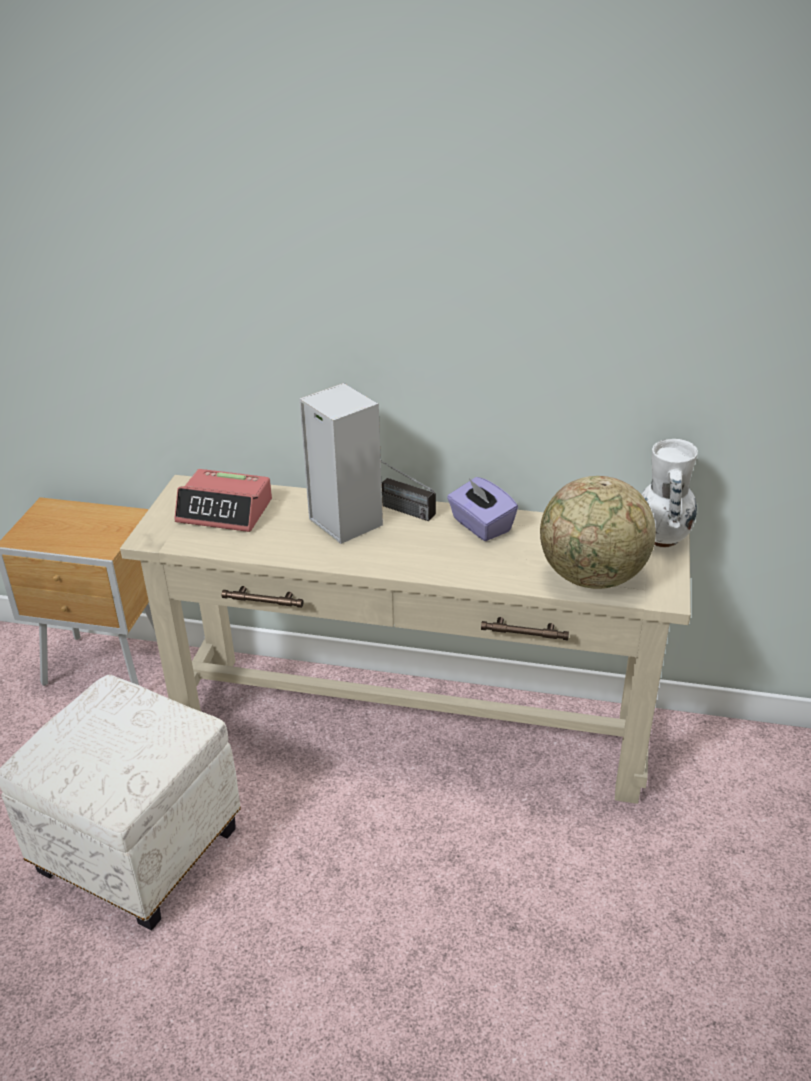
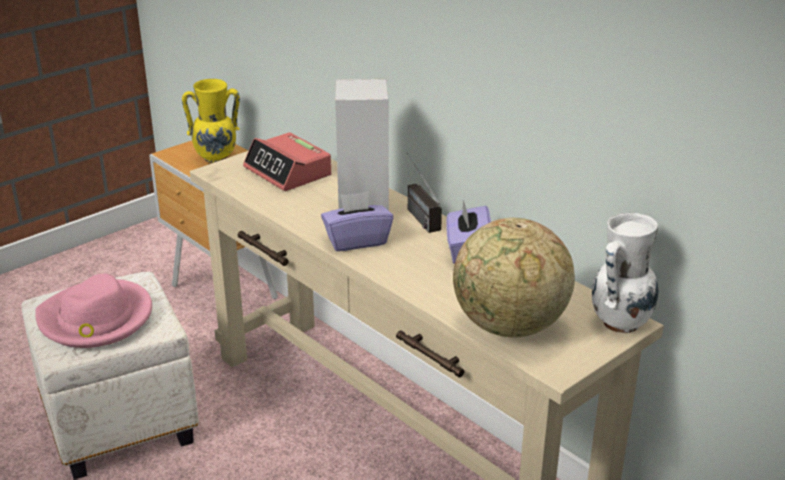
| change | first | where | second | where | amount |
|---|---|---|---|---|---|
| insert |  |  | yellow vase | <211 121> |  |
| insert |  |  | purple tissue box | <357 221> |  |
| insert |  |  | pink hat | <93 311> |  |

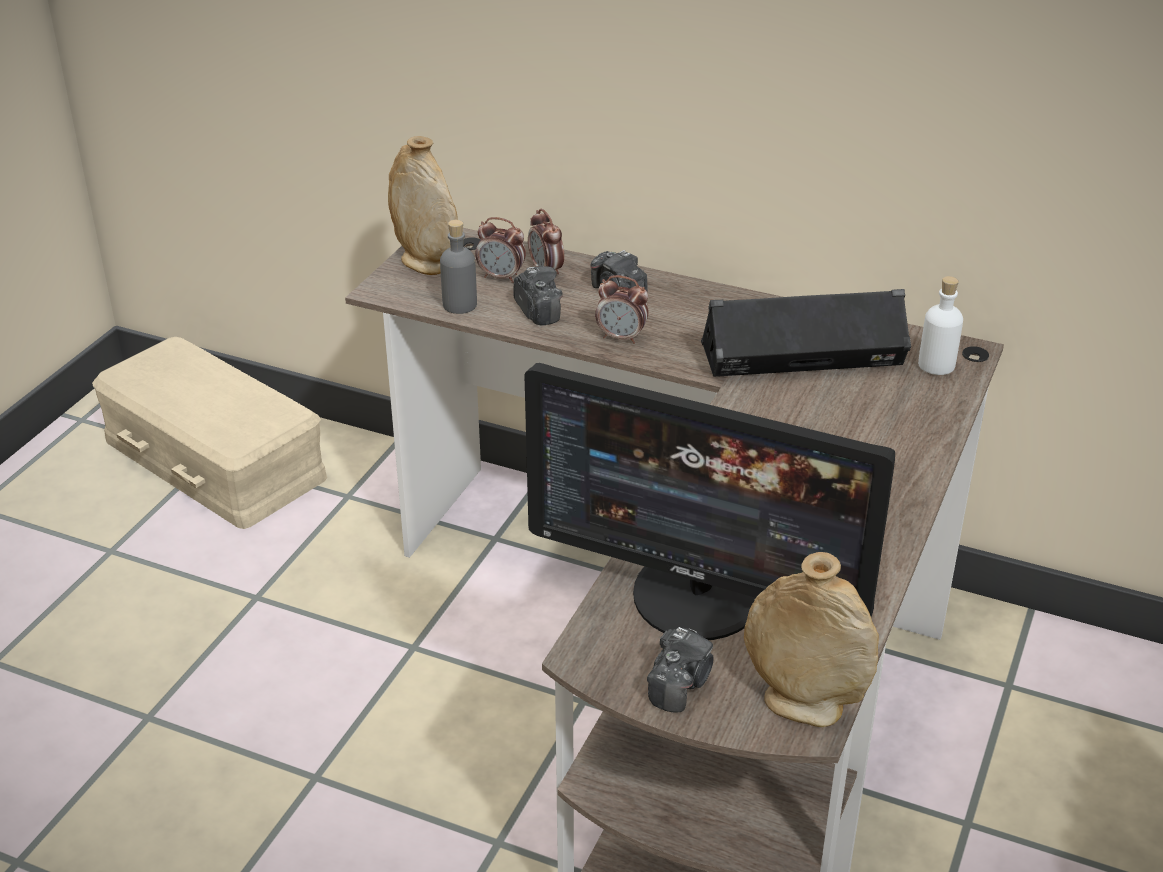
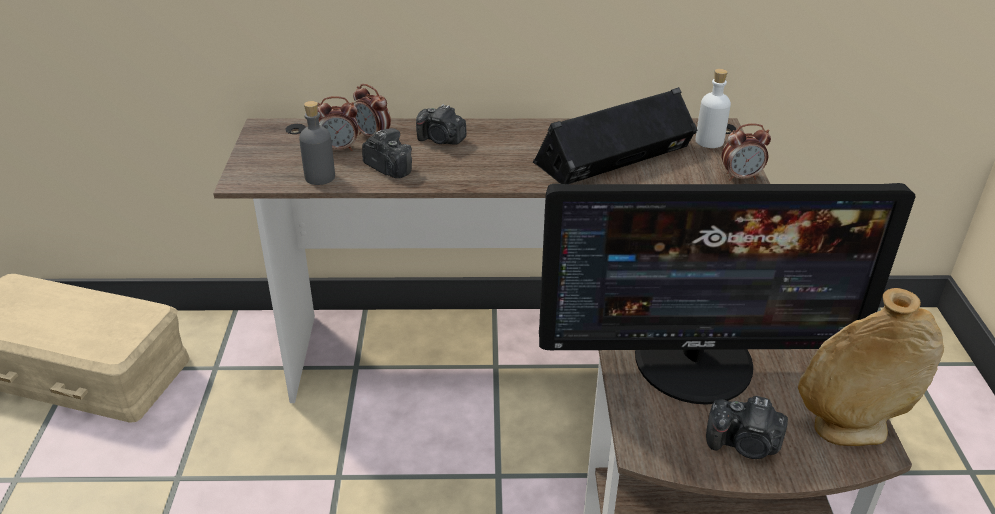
| change | first | where | second | where | amount |
|---|---|---|---|---|---|
| delete | beige vase | <422 205> |  |  |  |
| move | alarm clock | <622 309> |  | <746 152> |  |
| rotate | photo camera | <680 670> |  | <747 427> | 105 degrees clockwise |

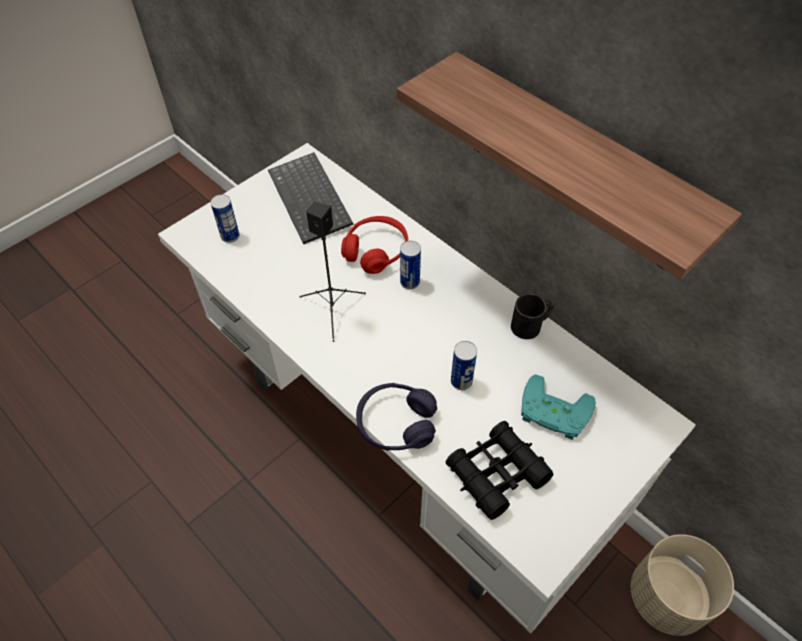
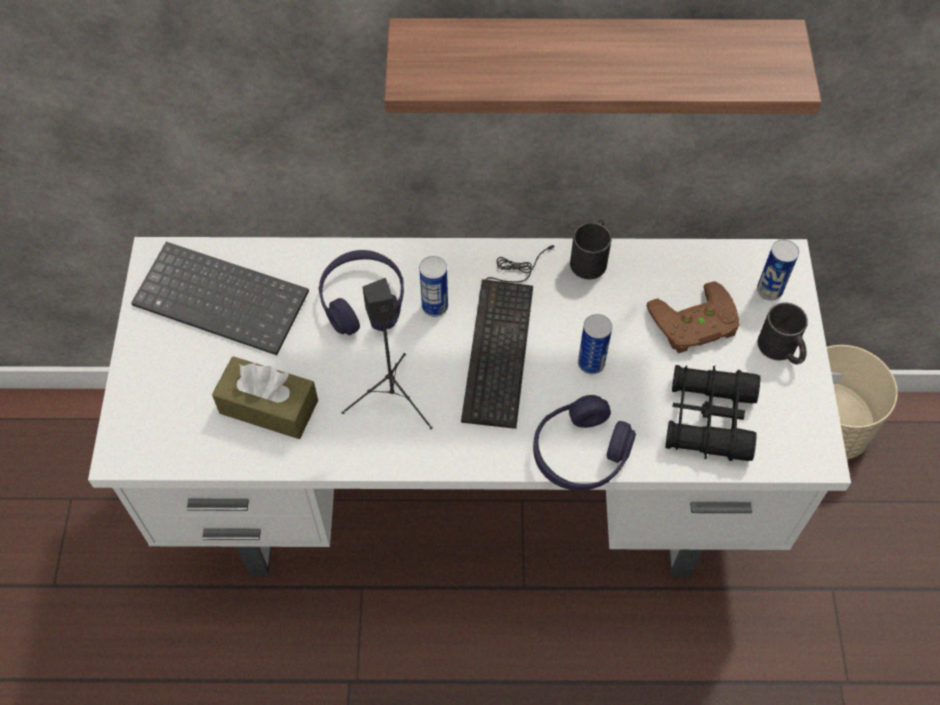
| change | first | where | second | where | amount |
|---|---|---|---|---|---|
| move | can | <225 218> |  | <778 269> |  |
| recolor | red headphones | <374 245> | purple headphones | <361 292> |  |
| recolor | turquoise game controller | <558 407> | brown game controller | <693 317> |  |
| insert |  |  | keyboard | <508 337> |  |
| insert |  |  | black mug | <782 333> |  |
| insert |  |  | brown tissue box | <265 397> |  |

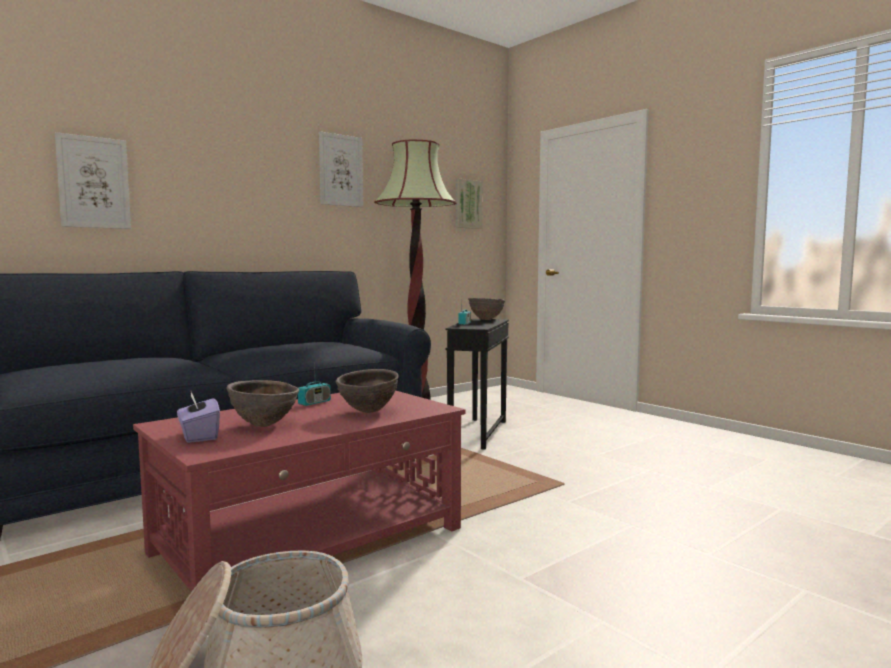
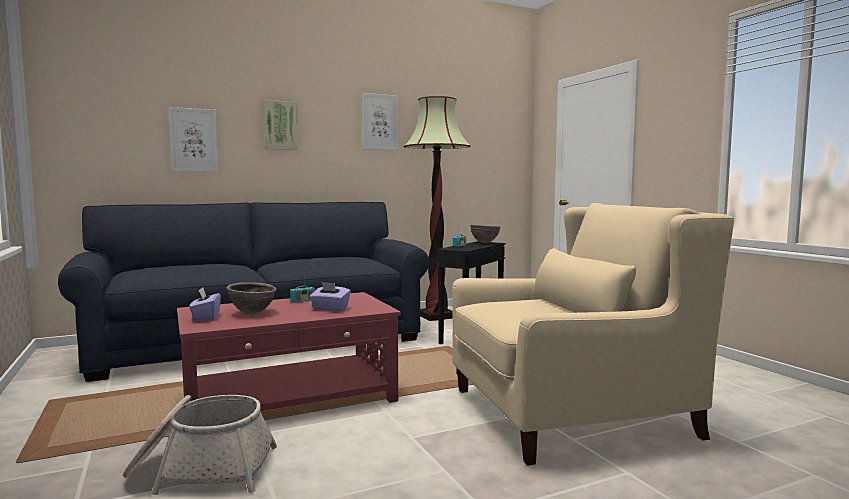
| change | first | where | second | where | amount |
|---|---|---|---|---|---|
| move | picture | <469 204> |  | <280 125> |  |
| replace | brown bowl | <367 391> | purple tissue box | <330 296> |  |
| insert |  |  | beige armchair | <593 334> |  |

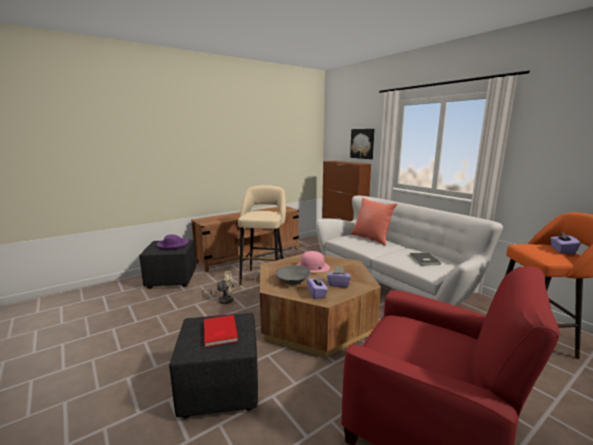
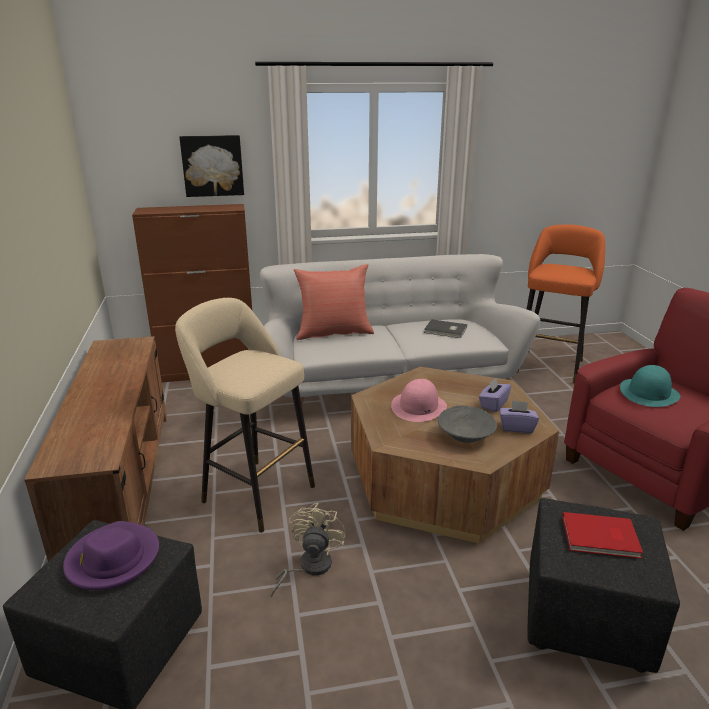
| change | first | where | second | where | amount |
|---|---|---|---|---|---|
| delete | purple tissue box | <565 242> |  |  |  |
| insert |  |  | turquoise hat | <650 386> |  |

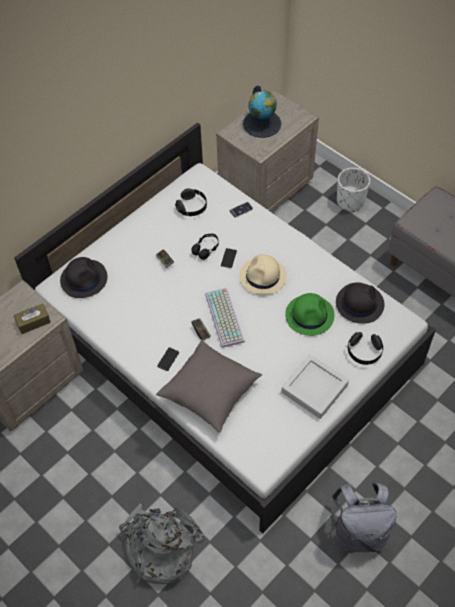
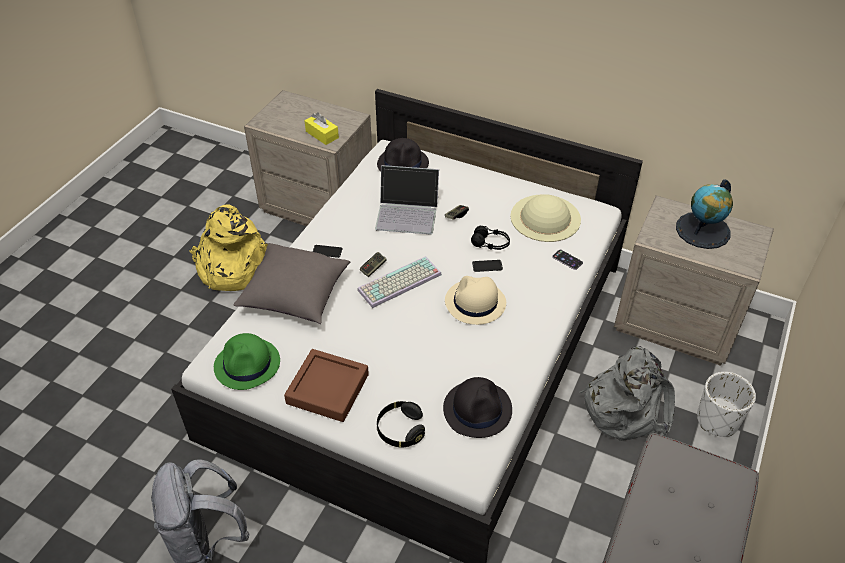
| change | first | where | second | where | amount |
|---|---|---|---|---|---|
| replace | black headphones | <191 202> | beige hat | <545 218> |  |
| move | green hat | <309 314> |  | <247 361> |  |
| recolor | brown tissue box | <32 319> | yellow tissue box | <321 128> |  |
| recolor | grey tray | <315 387> | brown tray | <326 385> |  |
| move | grey backpack | <161 543> |  | <627 393> |  |
| insert |  |  | laptop | <407 199> |  |
| insert |  |  | yellow backpack | <228 247> |  |

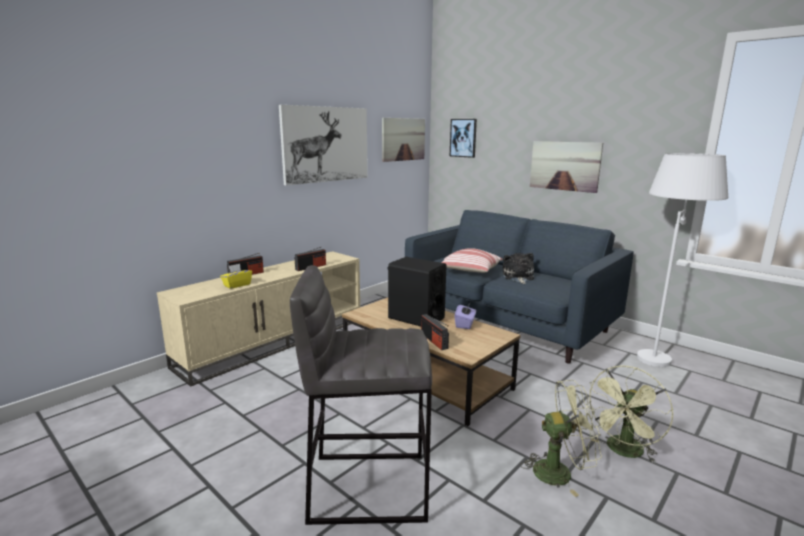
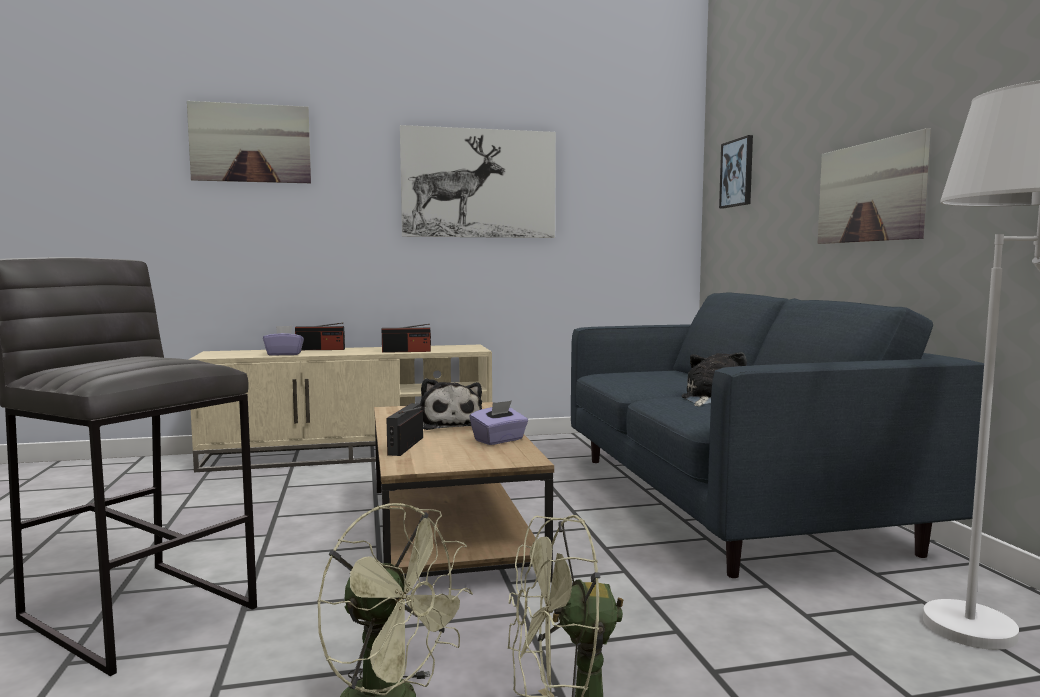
| change | first | where | second | where | amount |
|---|---|---|---|---|---|
| move | picture | <403 140> |  | <249 142> |  |
| delete | pillow | <472 260> |  |  |  |
| replace | black speaker | <417 291> | plush toy | <451 404> |  |
| recolor | yellow tissue box | <236 276> | purple tissue box | <283 341> |  |

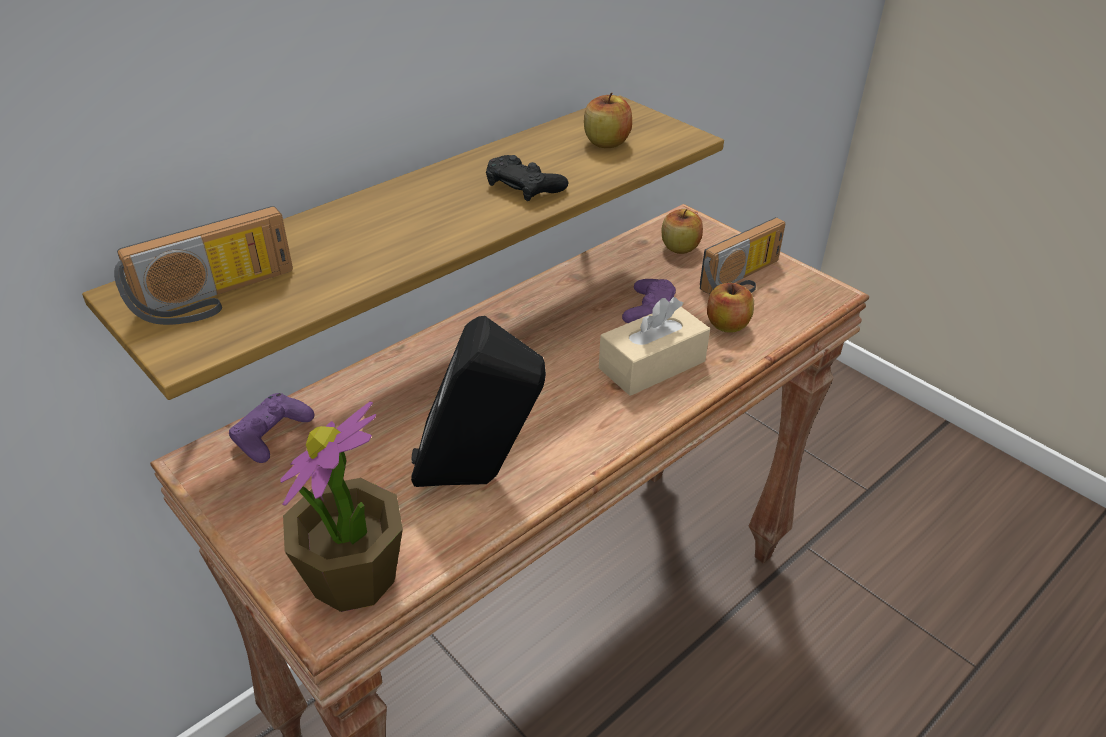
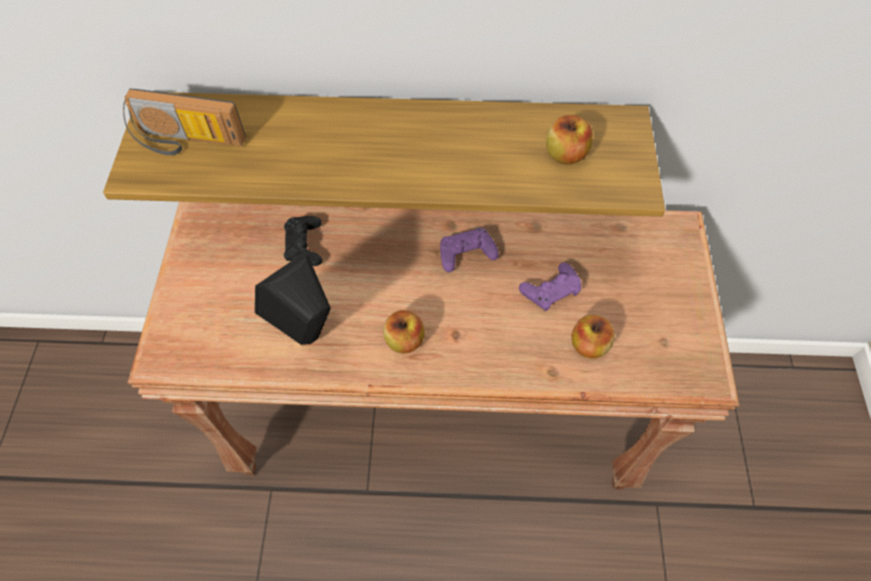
| change | first | where | second | where | amount |
|---|---|---|---|---|---|
| move | black game controller | <527 178> |  | <303 241> |  |
| move | apple | <682 231> |  | <404 331> |  |
| delete | radio | <743 255> |  |  |  |
| delete | beige tissue box | <654 346> |  |  |  |
| move | purple game controller | <271 428> |  | <469 250> |  |
| delete | potted plant | <342 506> |  |  |  |

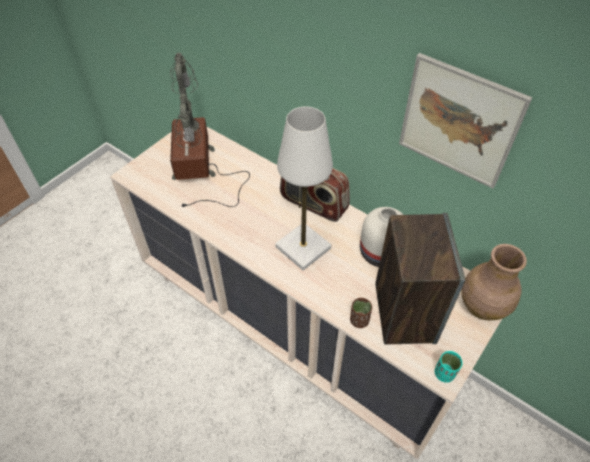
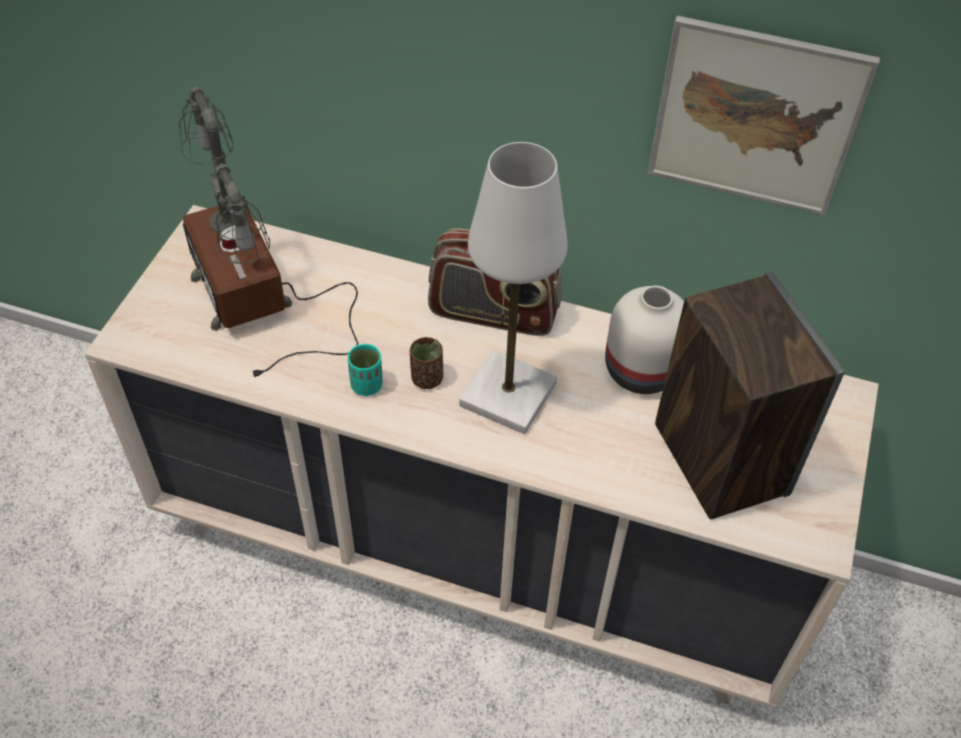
| change | first | where | second | where | amount |
|---|---|---|---|---|---|
| delete | brown vase | <494 282> |  |  |  |
| move | brown cup | <361 313> |  | <426 363> |  |
| move | turquoise cup | <449 367> |  | <365 370> |  |

